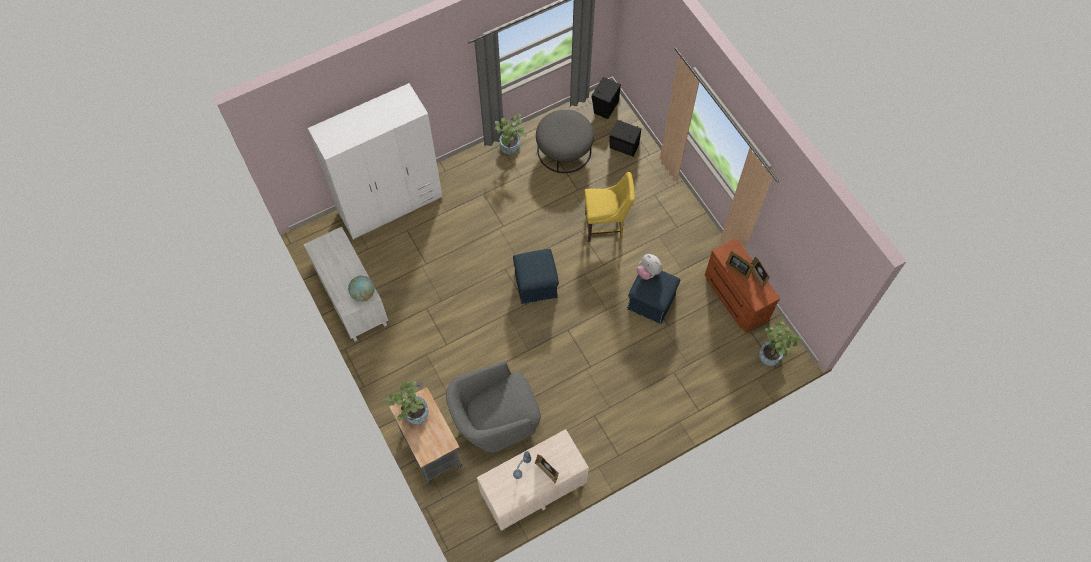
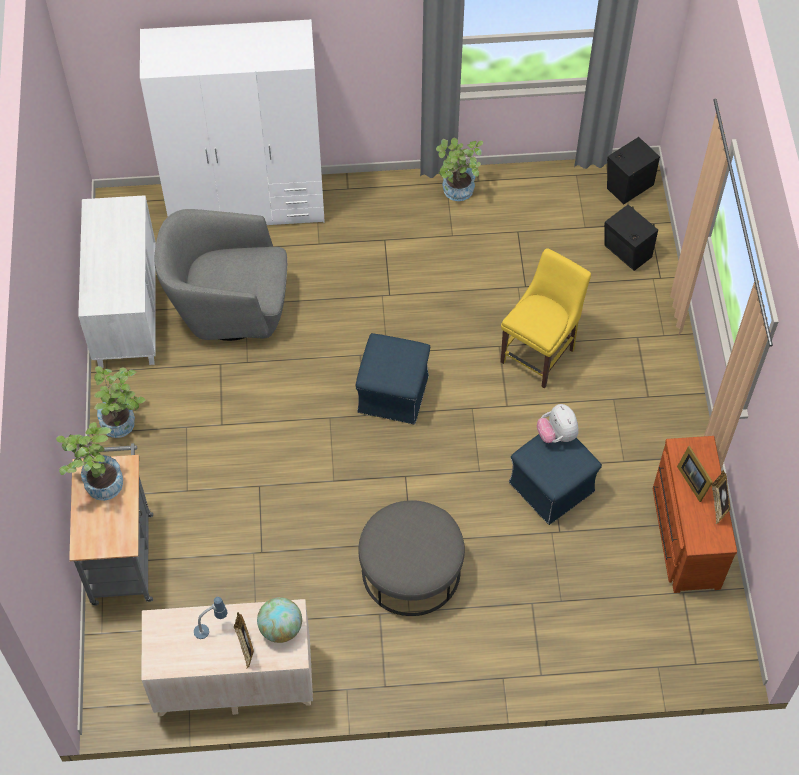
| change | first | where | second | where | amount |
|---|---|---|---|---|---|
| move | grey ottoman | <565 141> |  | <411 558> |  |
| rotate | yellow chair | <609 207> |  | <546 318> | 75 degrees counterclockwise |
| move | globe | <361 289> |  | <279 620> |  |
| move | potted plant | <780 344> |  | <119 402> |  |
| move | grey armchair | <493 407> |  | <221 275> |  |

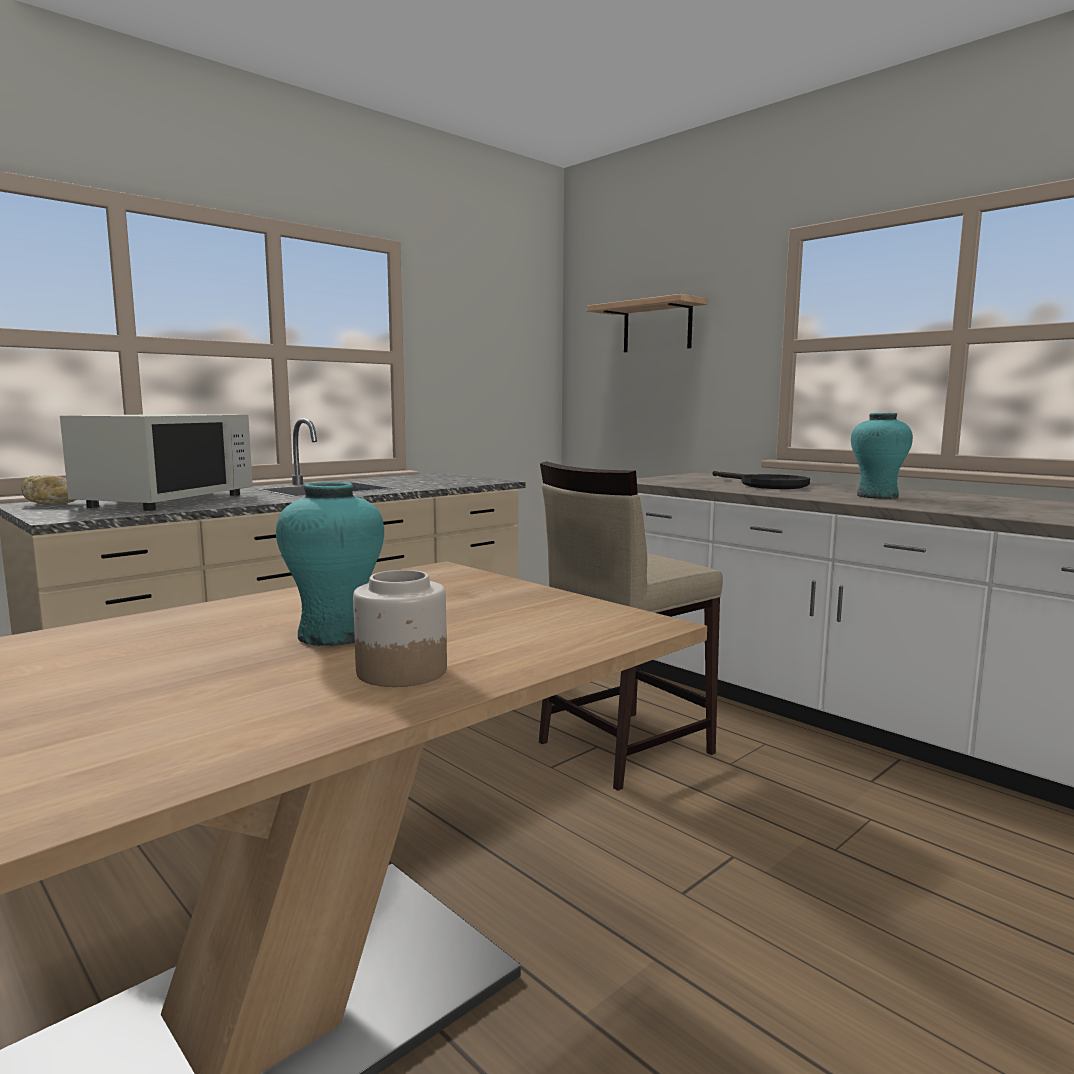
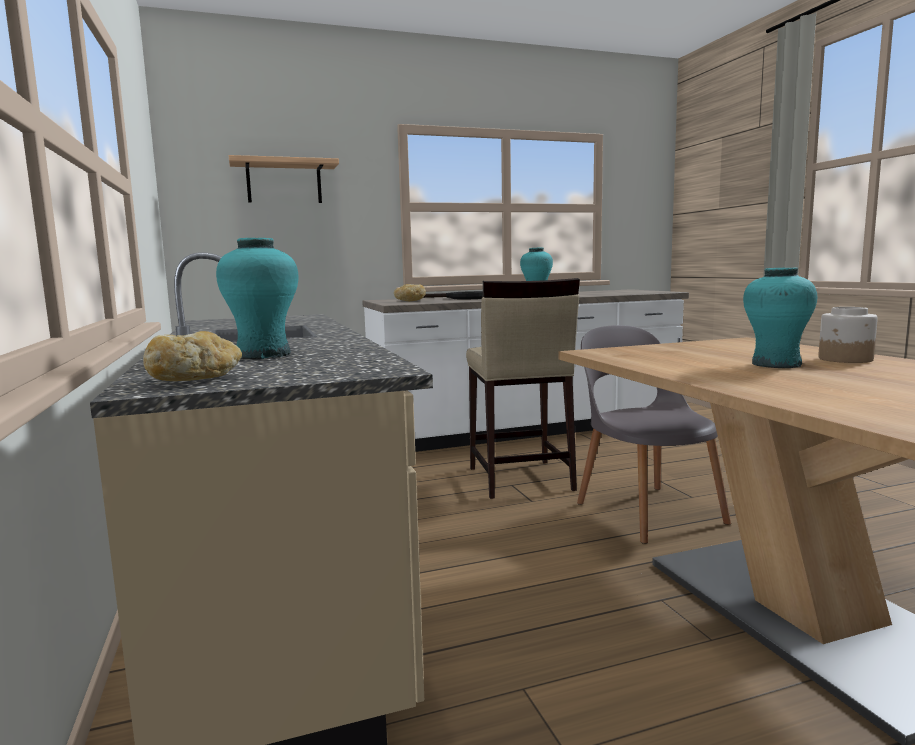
| change | first | where | second | where | amount |
|---|---|---|---|---|---|
| replace | white microwave | <156 462> | turquoise vase | <257 298> |  |
| insert |  |  | bread | <410 292> |  |
| insert |  |  | grey chair | <654 434> |  |

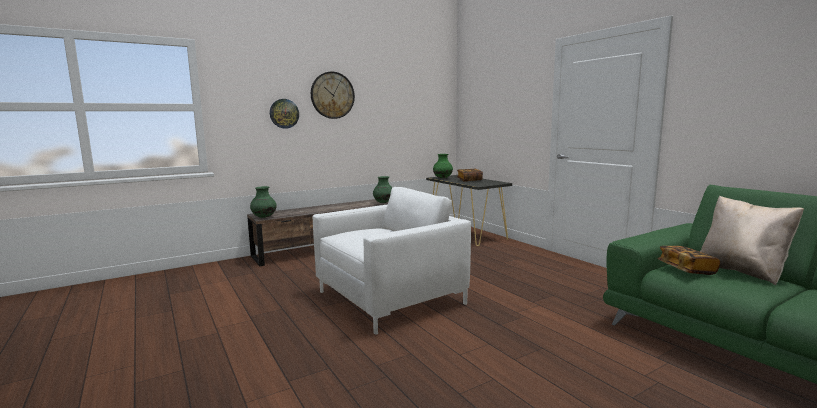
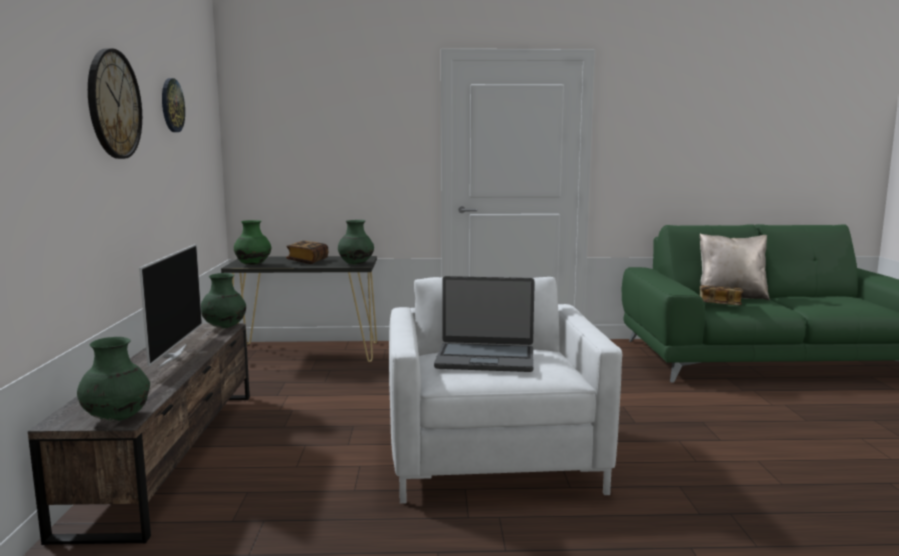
| change | first | where | second | where | amount |
|---|---|---|---|---|---|
| move | wall clock | <284 114> |  | <173 105> |  |
| insert |  |  | green vase | <356 242> |  |
| insert |  |  | television | <170 306> |  |
| insert |  |  | laptop | <484 324> |  |

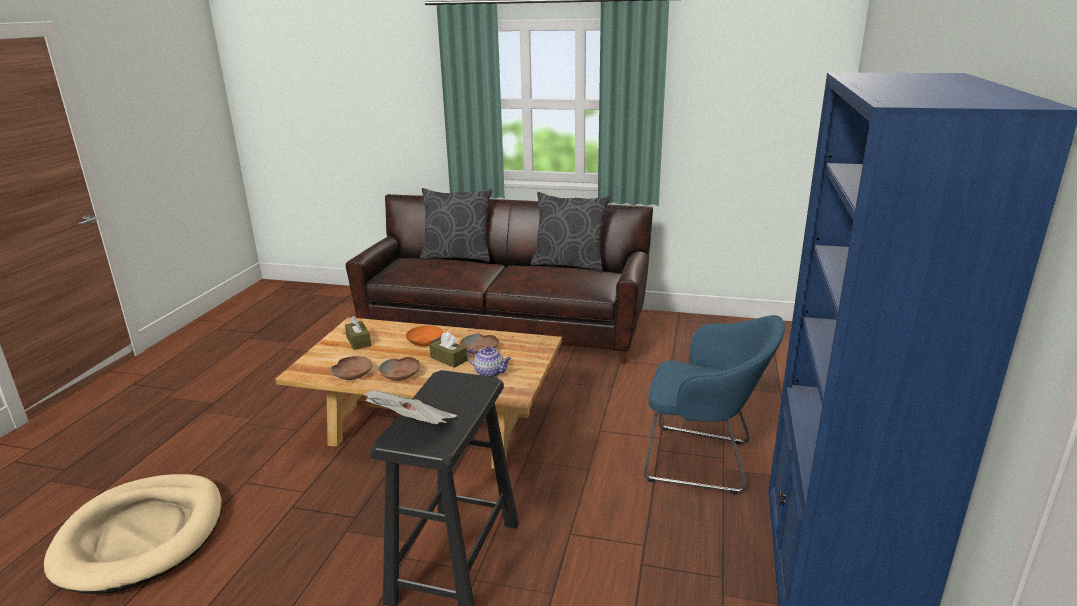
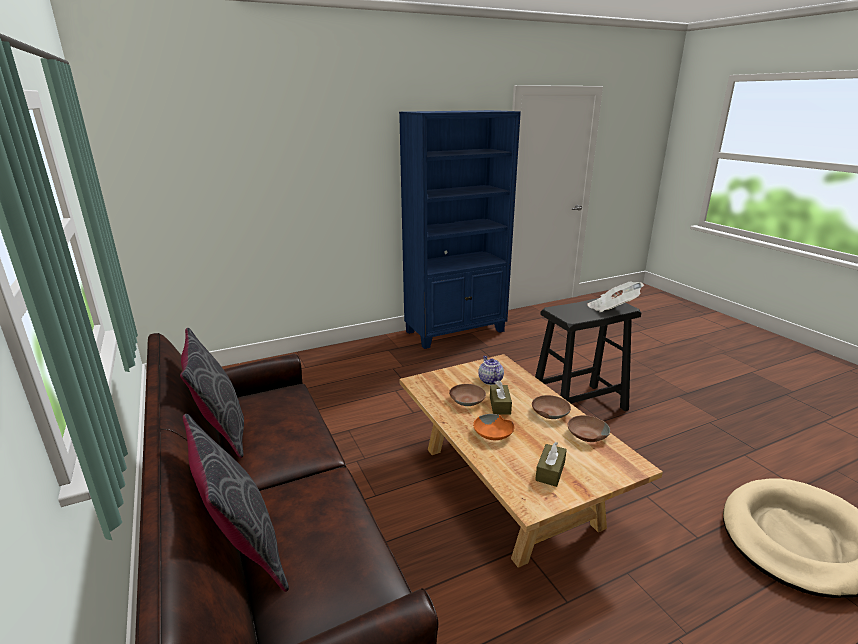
| change | first | where | second | where | amount |
|---|---|---|---|---|---|
| delete | blue armchair | <714 404> |  |  |  |

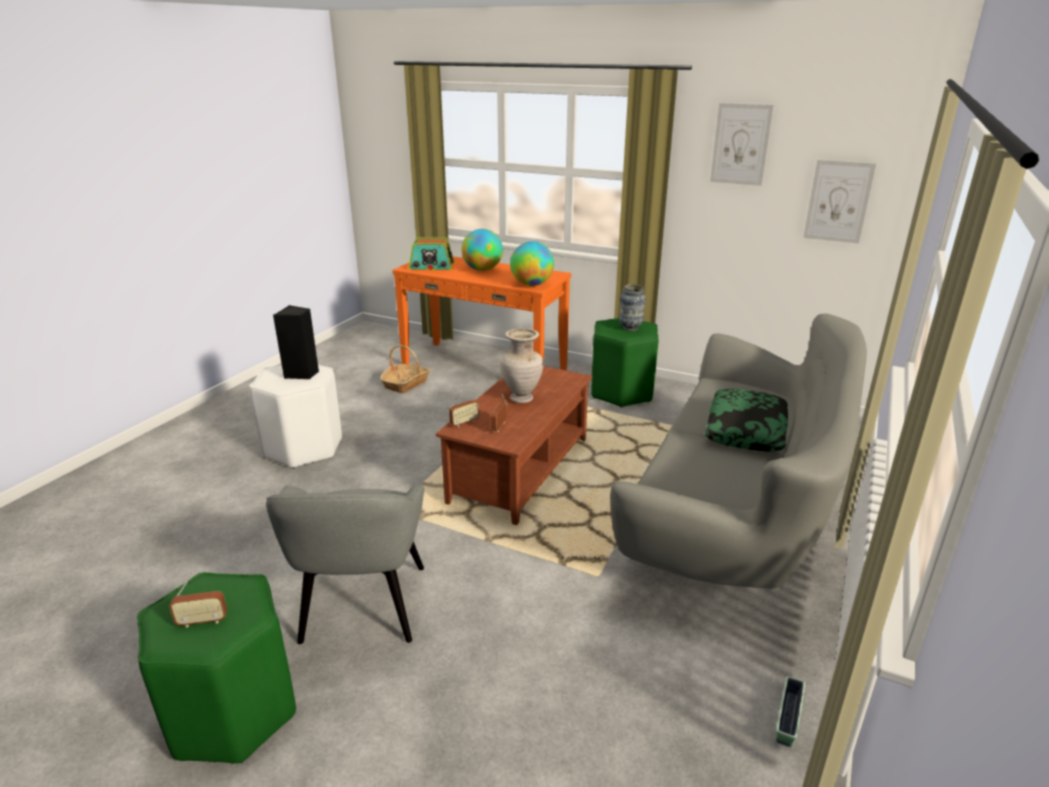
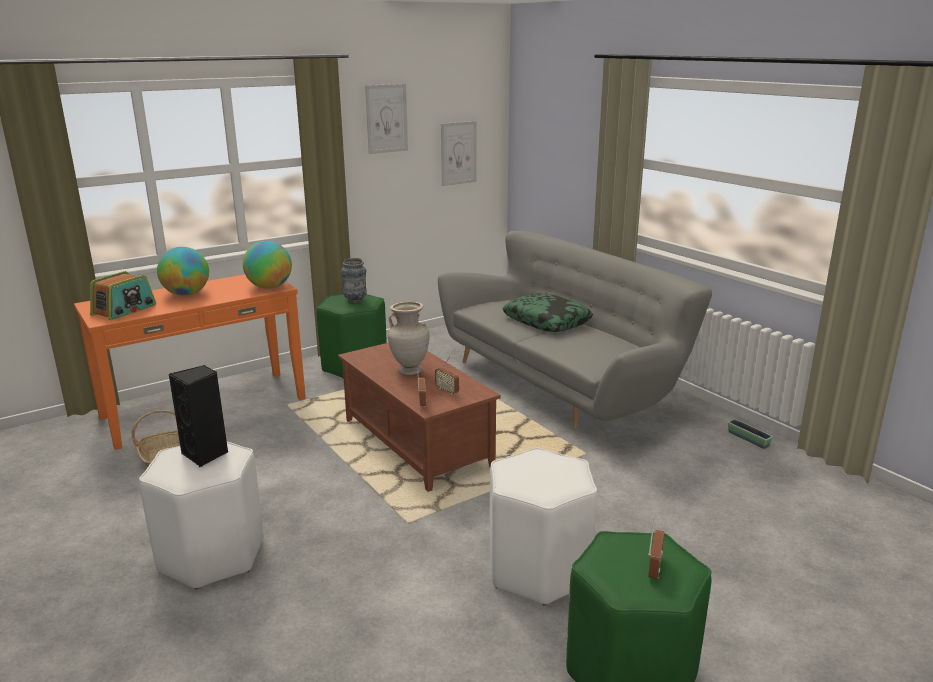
| change | first | where | second | where | amount |
|---|---|---|---|---|---|
| replace | grey armchair | <345 564> | white stool | <543 526> |  |

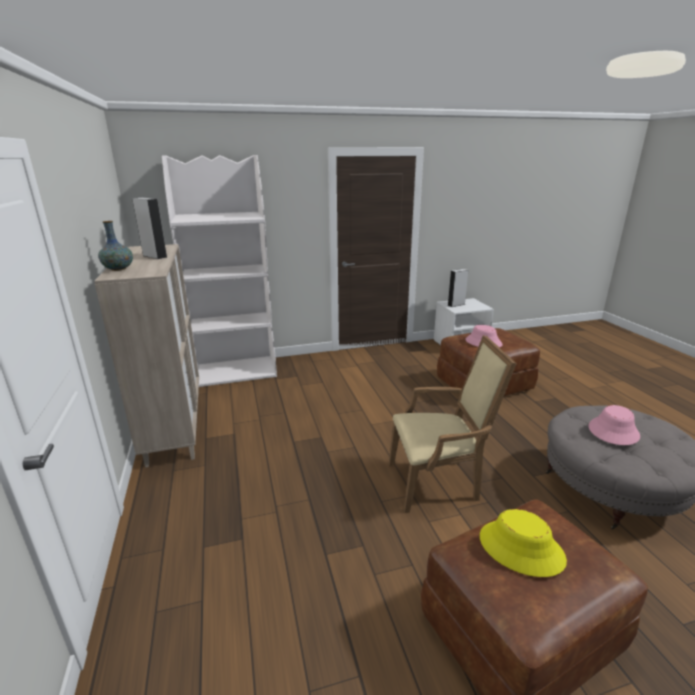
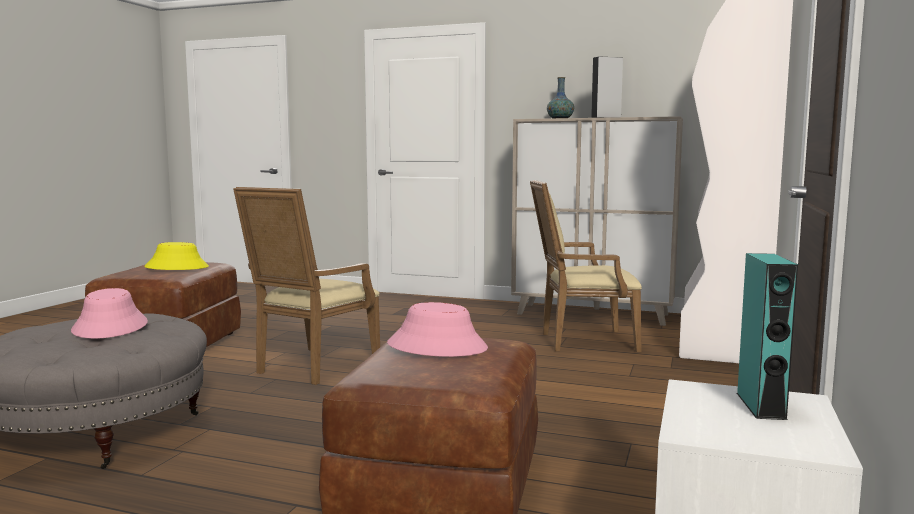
| change | first | where | second | where | amount |
|---|---|---|---|---|---|
| recolor | grey speaker | <458 288> | turquoise speaker | <767 336> |  |
| insert |  |  | beige armchair | <586 266> |  |

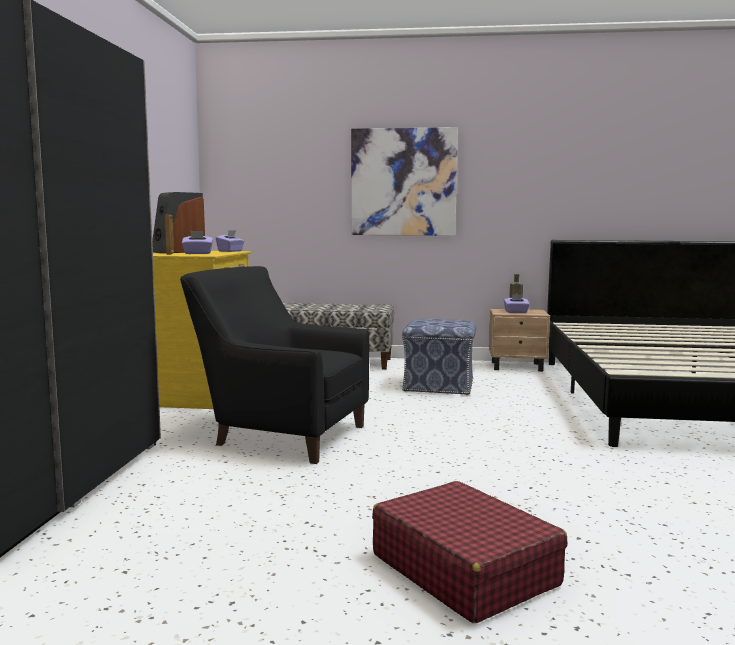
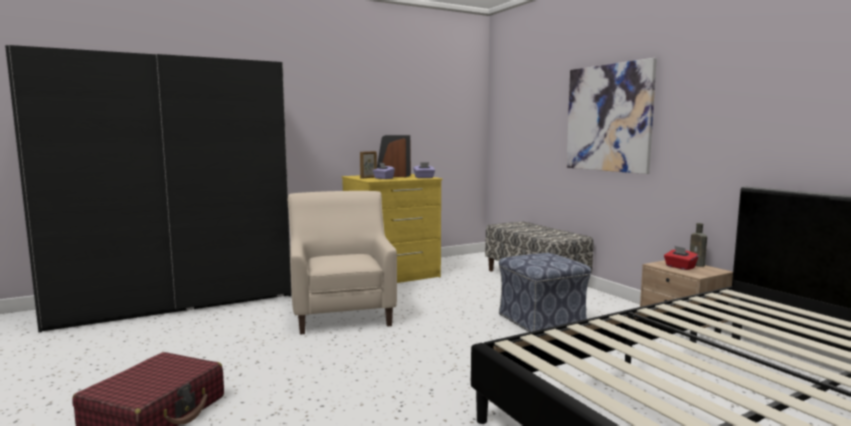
| change | first | where | second | where | amount |
|---|---|---|---|---|---|
| recolor | black armchair | <274 365> | beige armchair | <342 263> |  |
| recolor | purple tissue box | <517 303> | red tissue box | <681 258> |  |

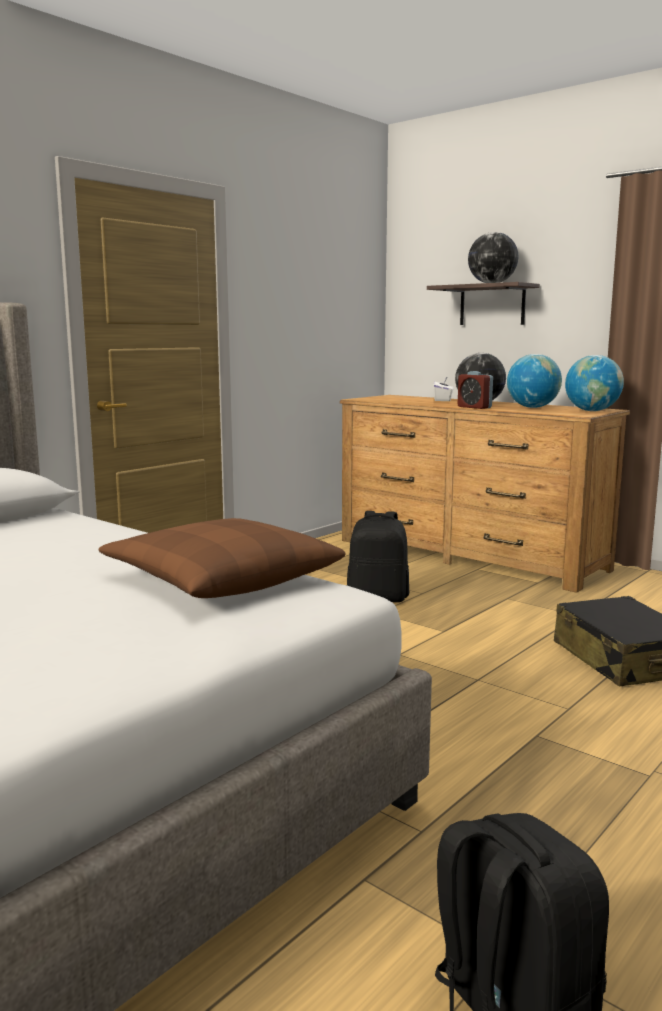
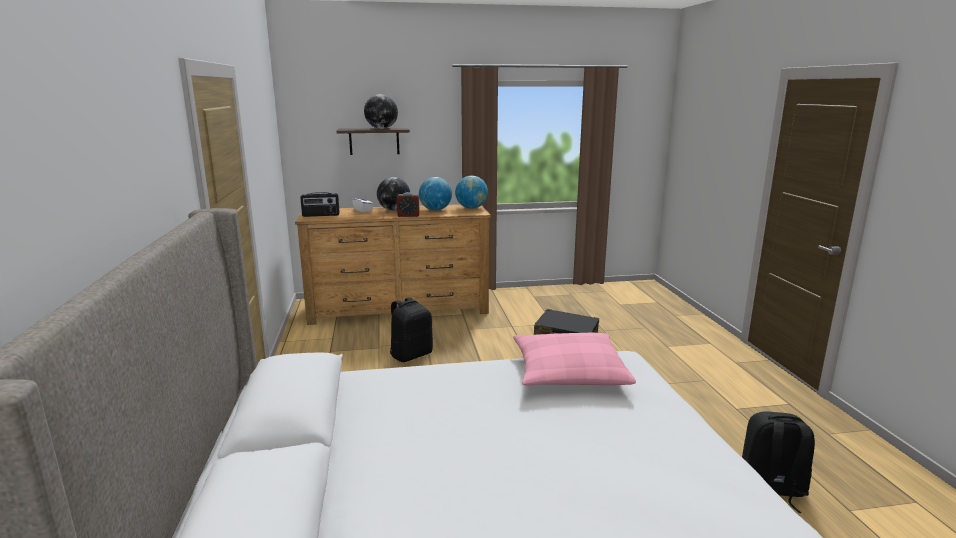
| change | first | where | second | where | amount |
|---|---|---|---|---|---|
| recolor | brown pillow | <222 558> | pink pillow | <574 359> |  |
| insert |  |  | radio | <320 204> |  |

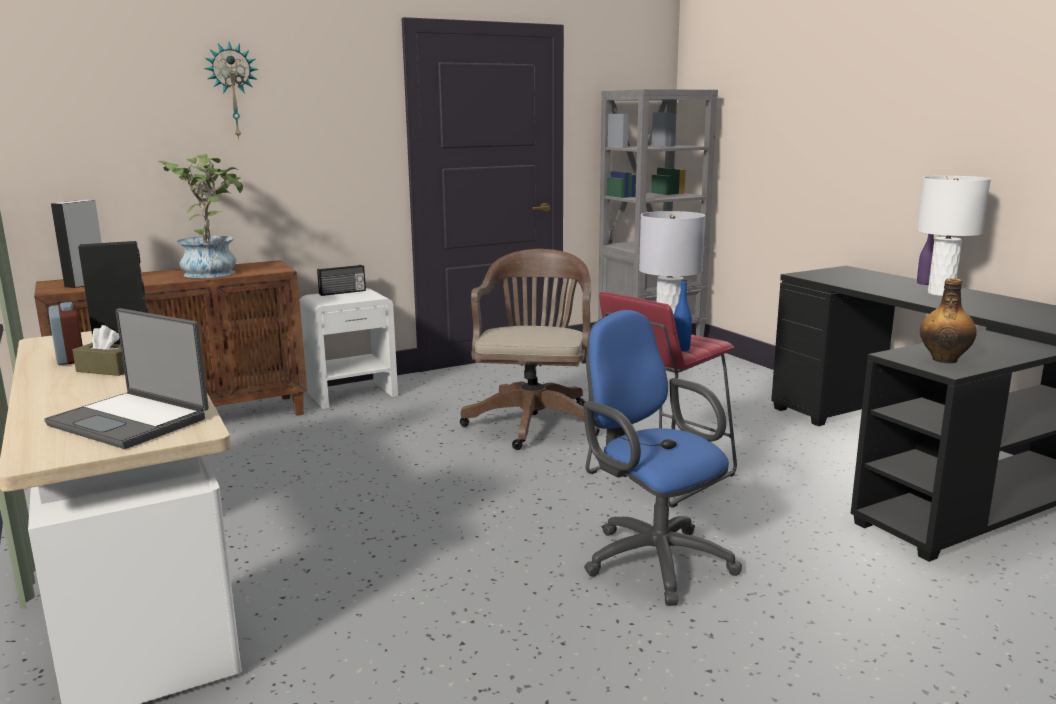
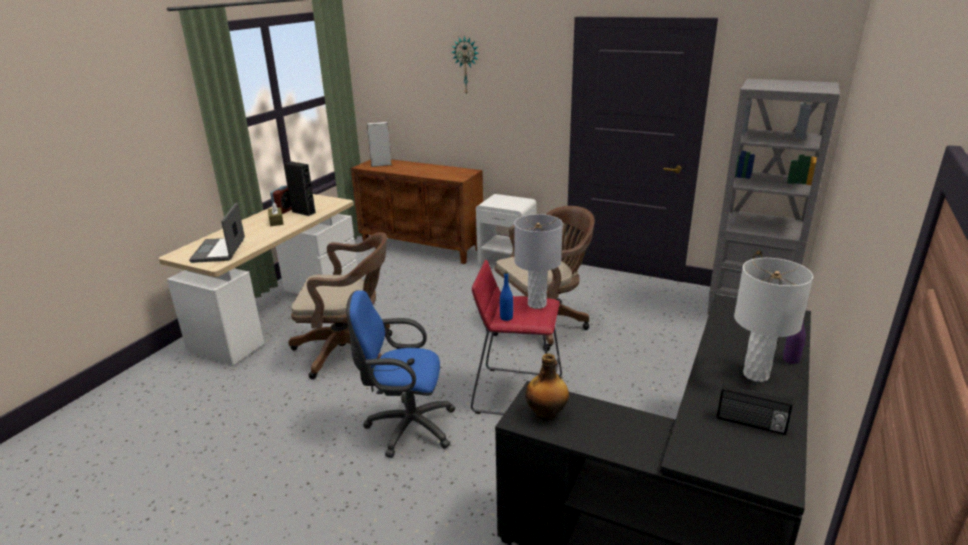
| change | first | where | second | where | amount |
|---|---|---|---|---|---|
| delete | potted plant | <200 216> |  |  |  |
| move | radio | <341 280> |  | <755 409> |  |
| rotate | blue office chair | <663 458> |  | <401 374> | 105 degrees counterclockwise |
| insert |  |  | brown office chair | <340 305> |  |

